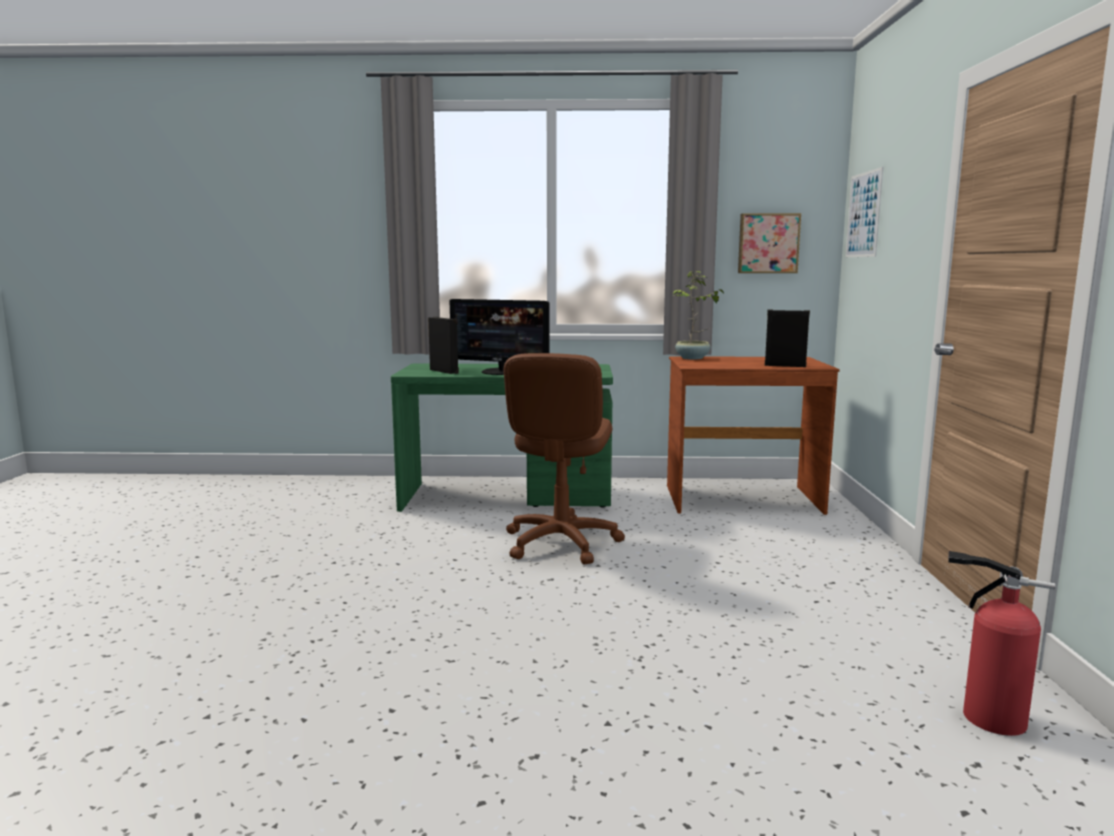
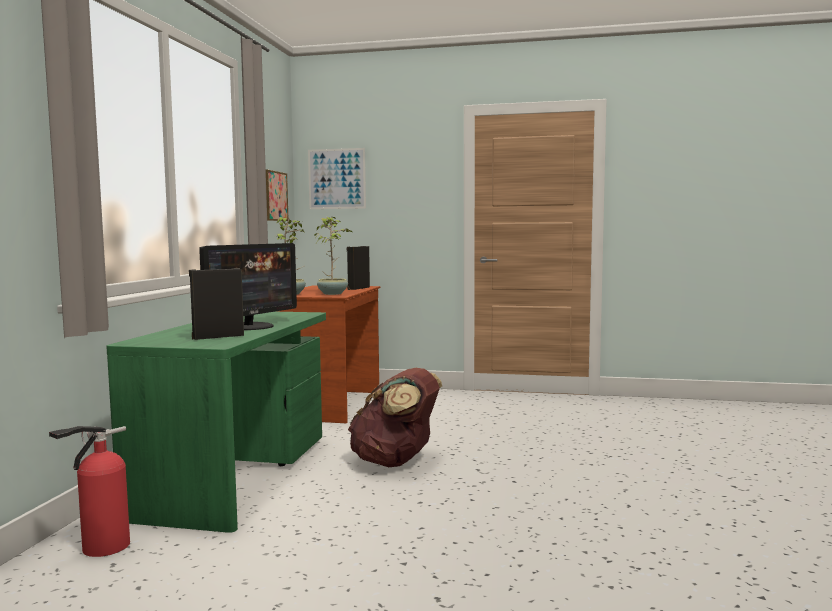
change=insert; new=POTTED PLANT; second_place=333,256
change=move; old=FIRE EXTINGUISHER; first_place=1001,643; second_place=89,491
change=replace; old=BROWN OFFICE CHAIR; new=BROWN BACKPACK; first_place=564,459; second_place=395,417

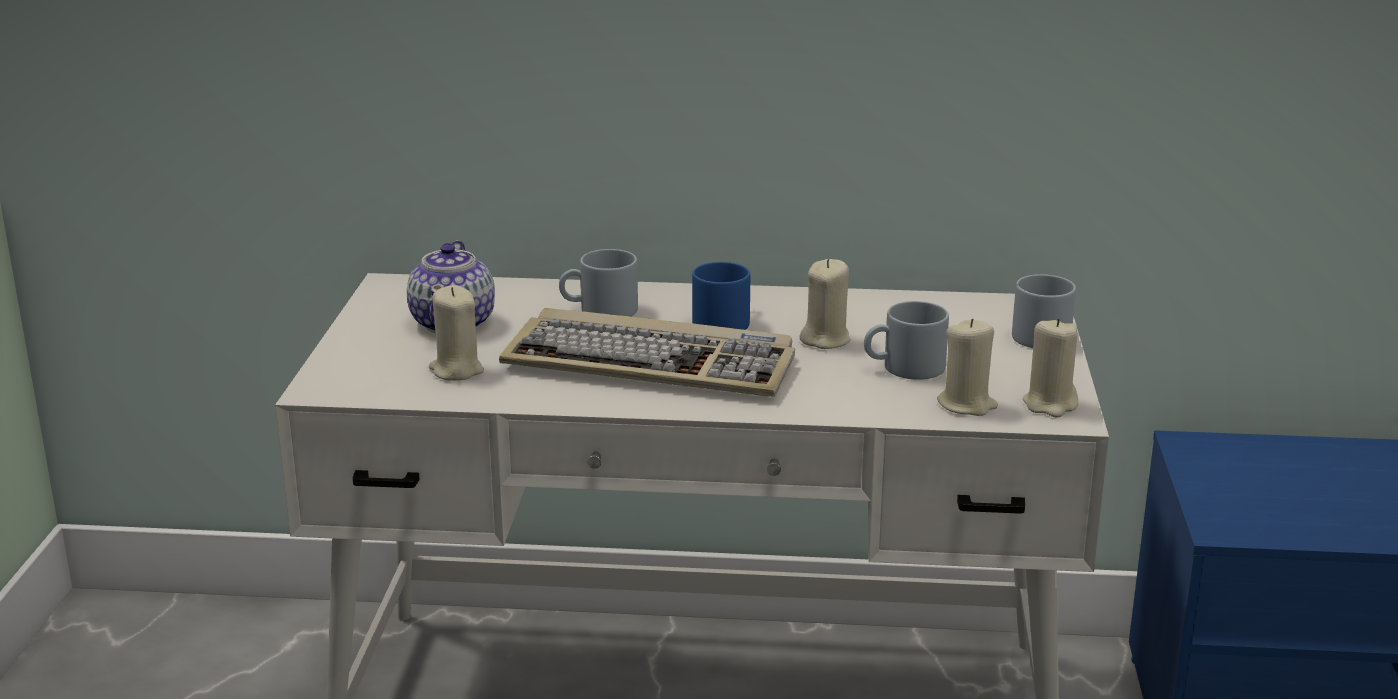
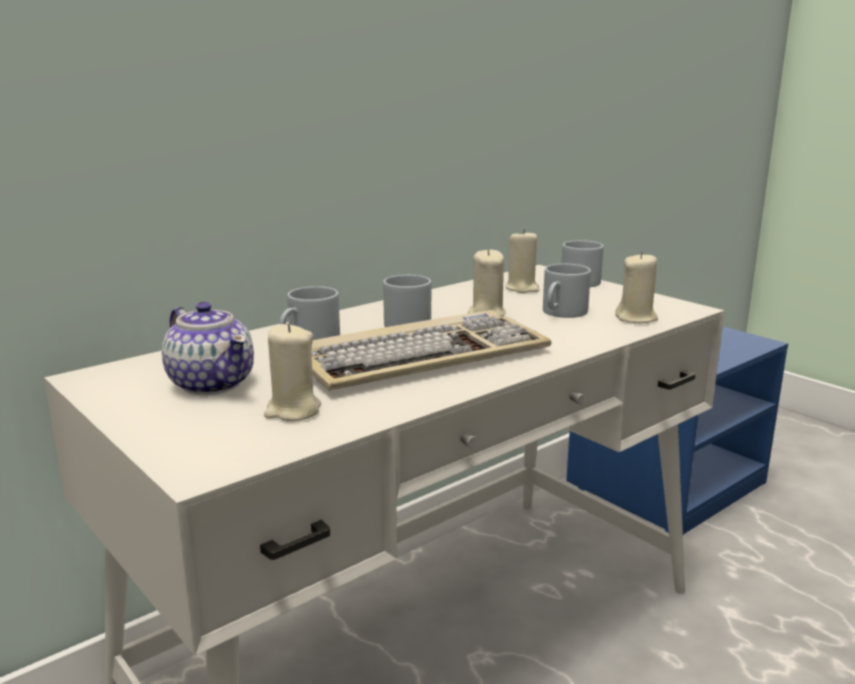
change=move; old=BEIGE CANDLE; first_place=1050,368; second_place=522,261
change=recolor; old=BLUE MUG; new=GREY MUG; first_place=721,296; second_place=407,301

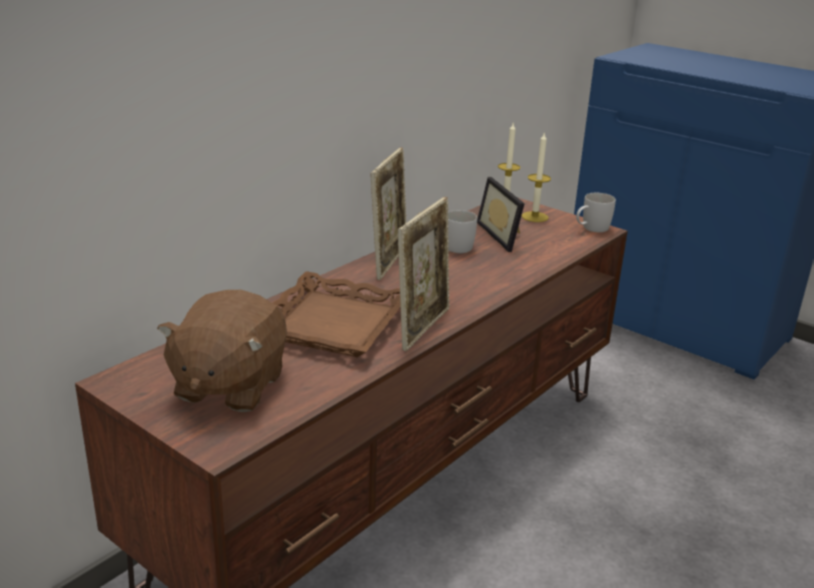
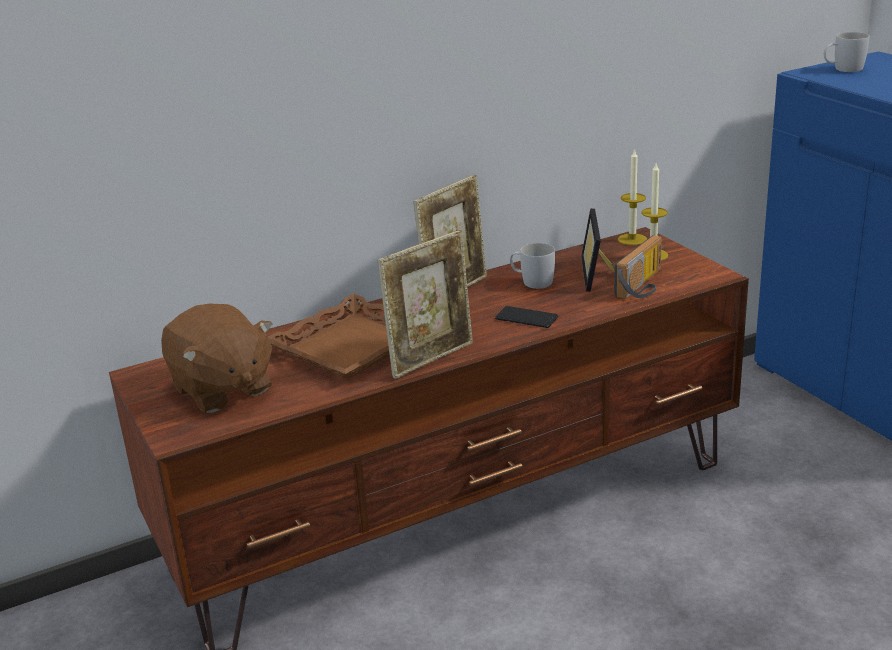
change=insert; new=PHONE; second_place=526,317
change=insert; new=RADIO; second_place=638,267
change=move; old=WHITE MUG; first_place=596,212; second_place=846,52
change=rotate; old=BROWN PLUSH TOY; first_place=222,351; second_place=216,358; degrees=-75

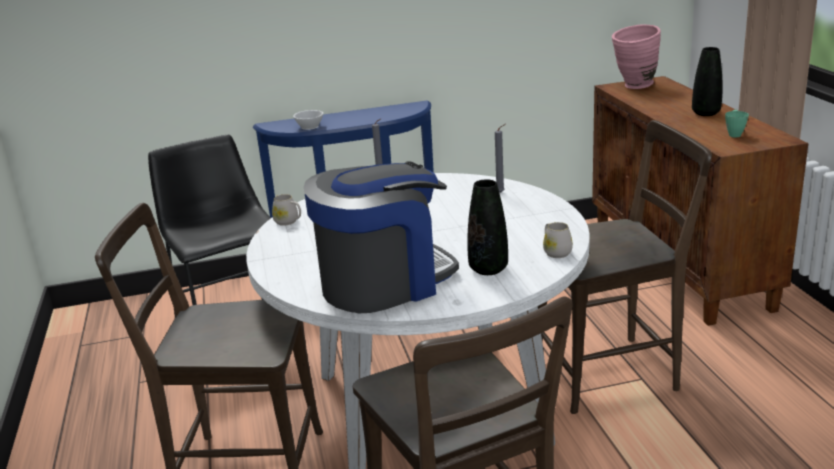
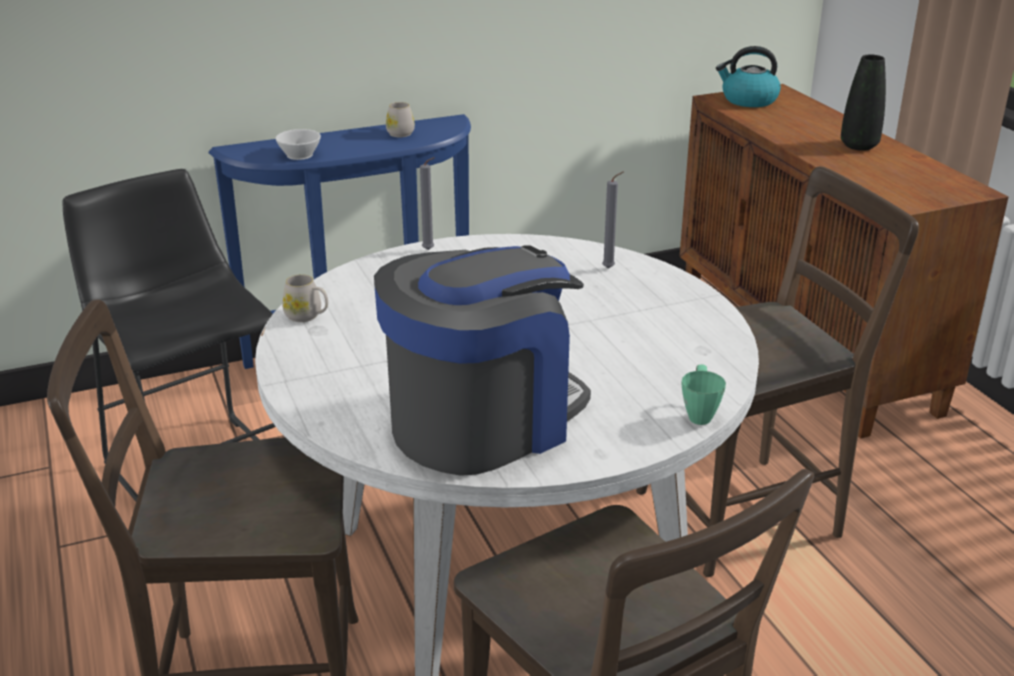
change=delete; old=BLACK VASE; first_place=487,227
change=move; old=WHITE MUG; first_place=558,240; second_place=400,119
change=move; old=GREEN MUG; first_place=737,123; second_place=703,394
change=replace; old=PINK VASE; new=KETTLE; first_place=636,56; second_place=748,76

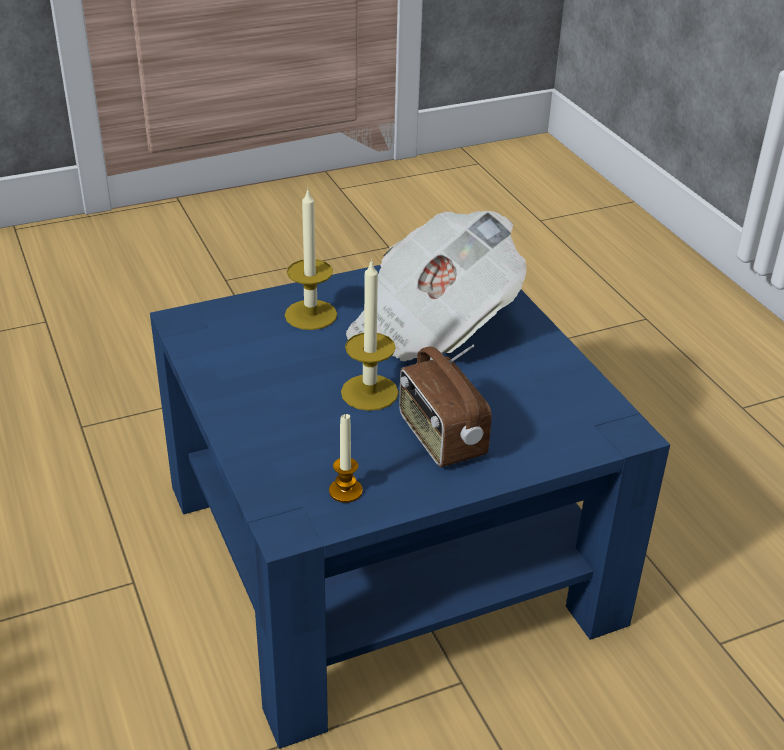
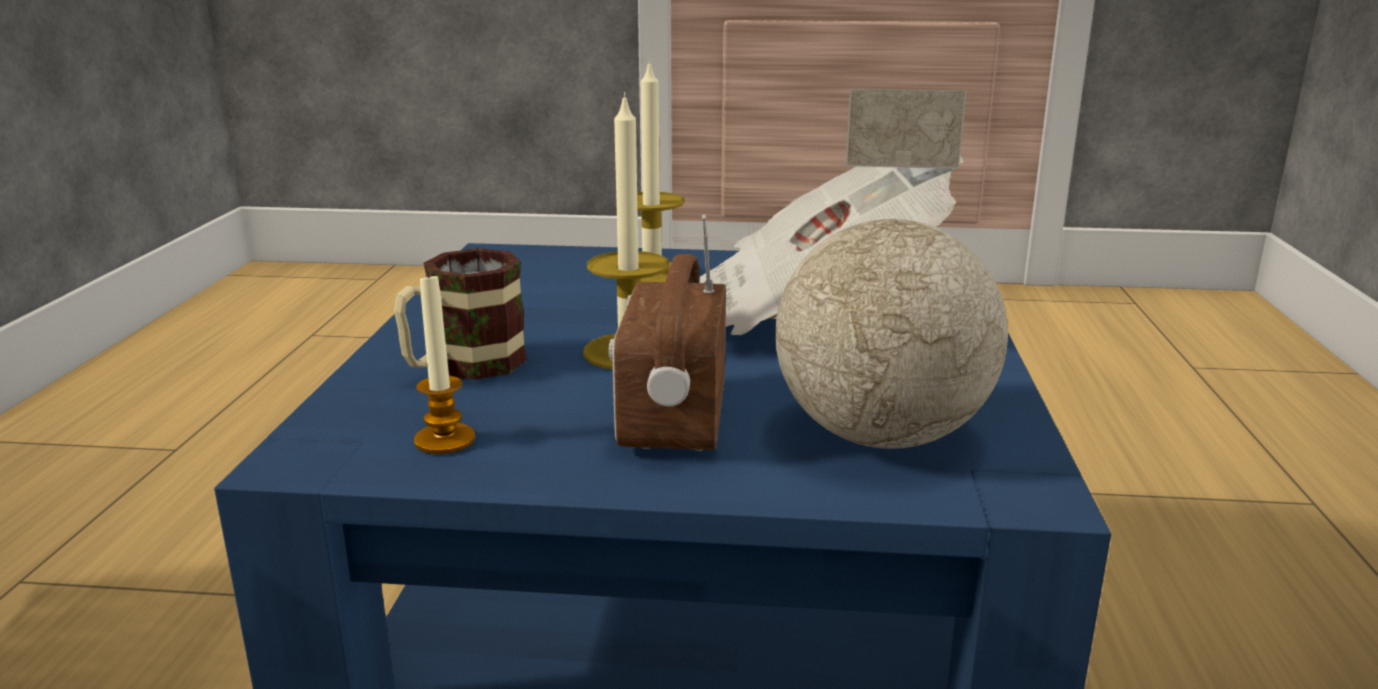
change=insert; new=MUG; second_place=460,314
change=insert; new=GLOBE; second_place=891,268

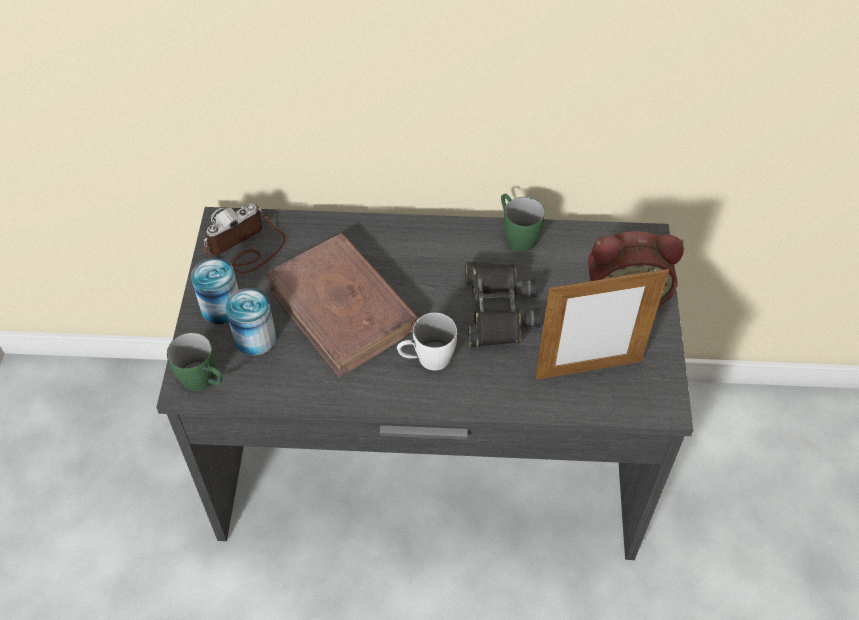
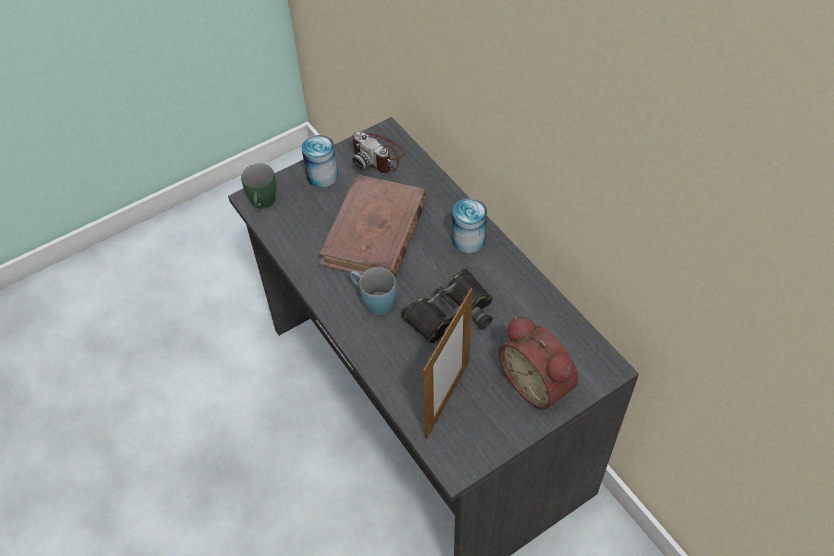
change=delete; old=GREEN MUG; first_place=523,223
change=move; old=CAN; first_place=250,322; second_place=469,225
change=recolor; old=WHITE MUG; new=BLUE MUG; first_place=427,341; second_place=373,291
change=rotate; old=PHOTO CAMERA; first_place=244,238; second_place=378,152; degrees=-150
change=rotate; old=PICTURE FRAME; first_place=602,324; second_place=447,363; degrees=-105

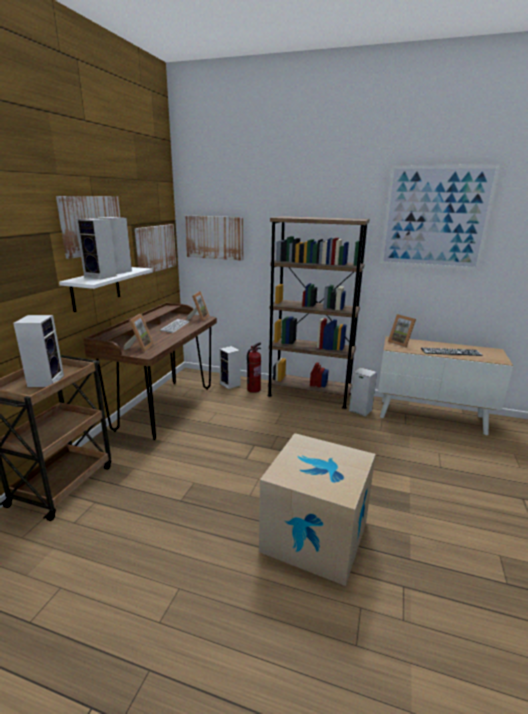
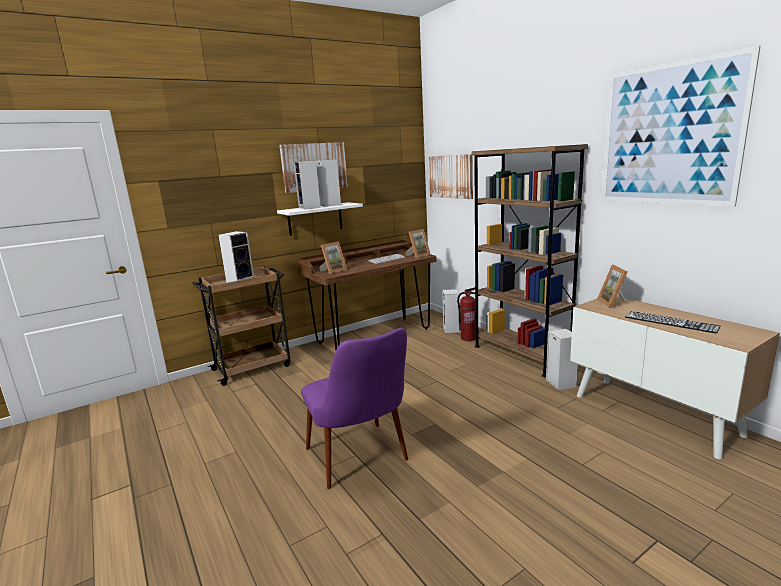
change=delete; old=PICTURE; first_place=155,250
change=replace; old=CARDBOARD BOX; new=PURPLE CHAIR; first_place=317,509; second_place=354,408

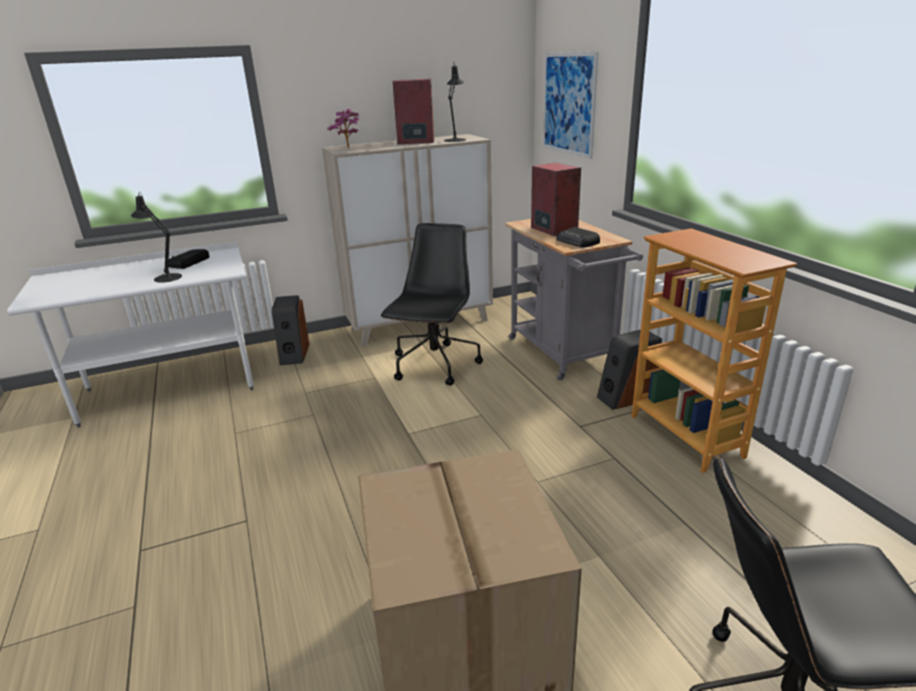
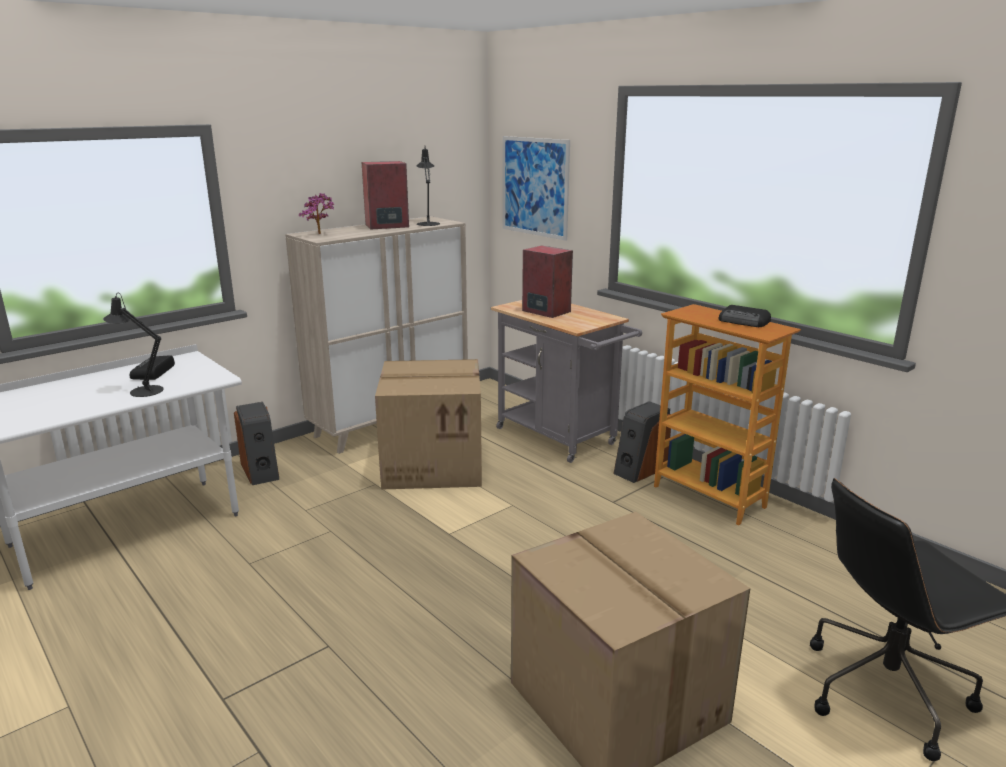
change=move; old=RADIO; first_place=578,237; second_place=744,316
change=replace; old=BLACK OFFICE CHAIR; new=CARDBOARD BOX; first_place=432,304; second_place=428,424

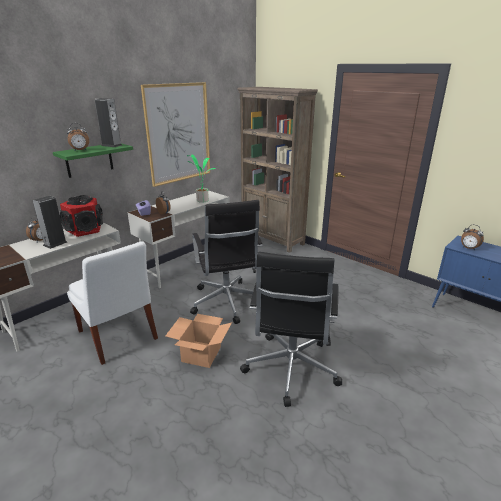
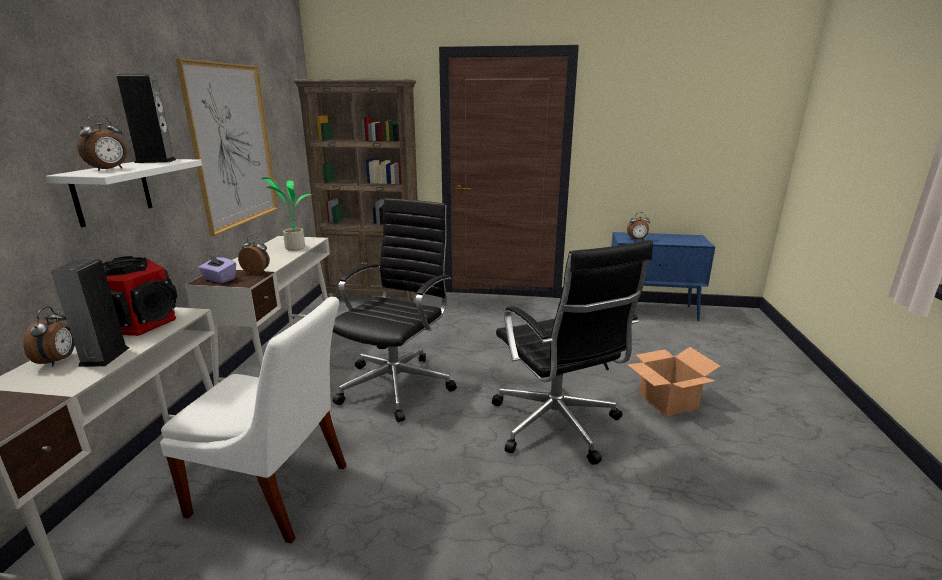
change=move; old=CARDBOARD BOX; first_place=198,341; second_place=673,381
change=recolor; old=GREEN SHELF; new=WHITE SHELF; first_place=93,161; second_place=124,193
change=rotate; old=BLACK OFFICE CHAIR; first_place=226,262; second_place=395,310; degrees=-105

